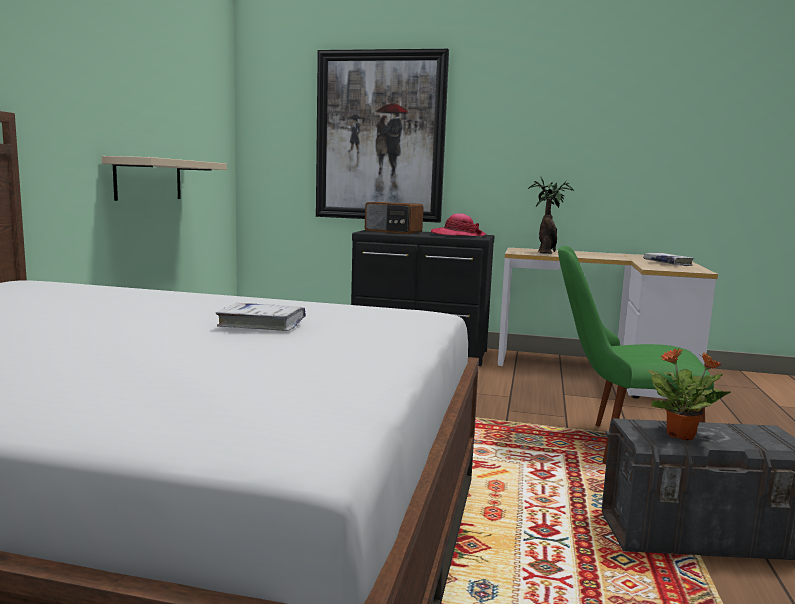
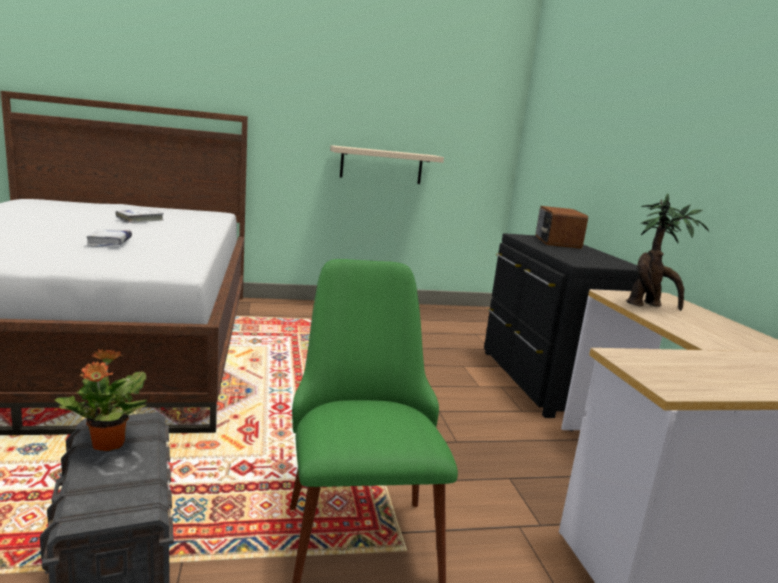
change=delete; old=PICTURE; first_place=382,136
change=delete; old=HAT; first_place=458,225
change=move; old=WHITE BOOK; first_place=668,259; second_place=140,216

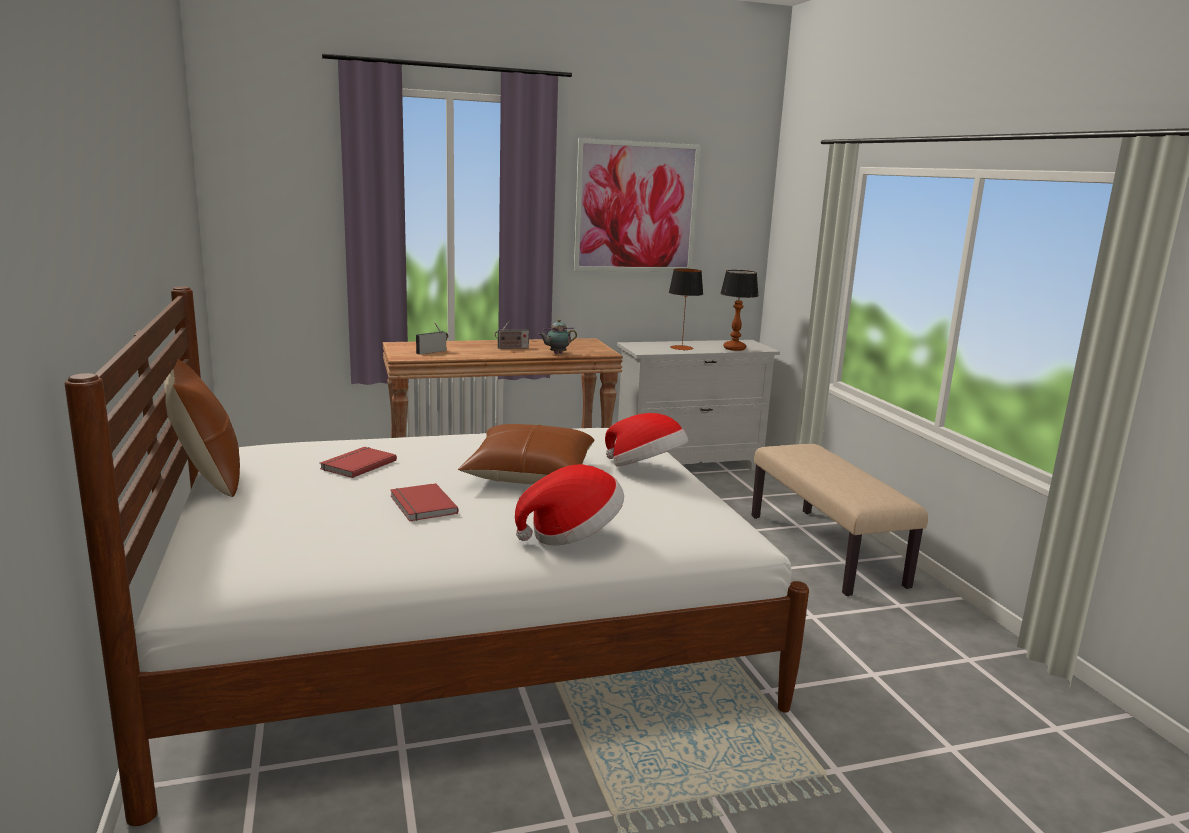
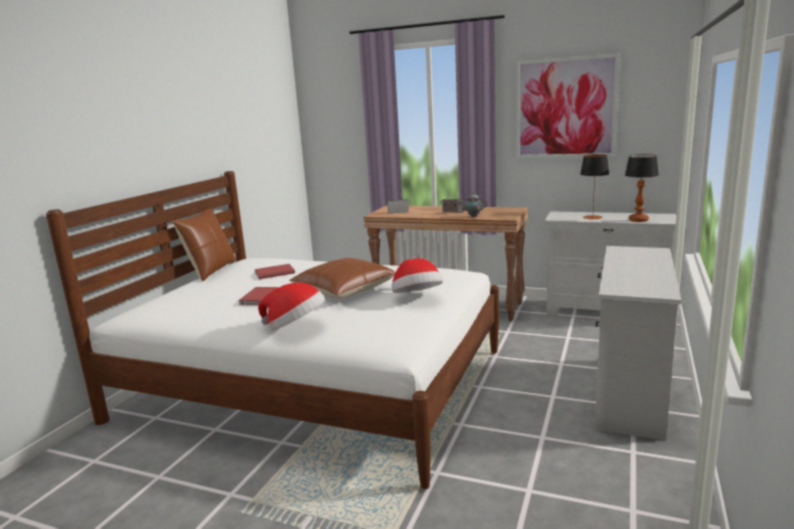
change=replace; old=BEIGE BENCH; new=WHITE DRESSER; first_place=839,520; second_place=638,343

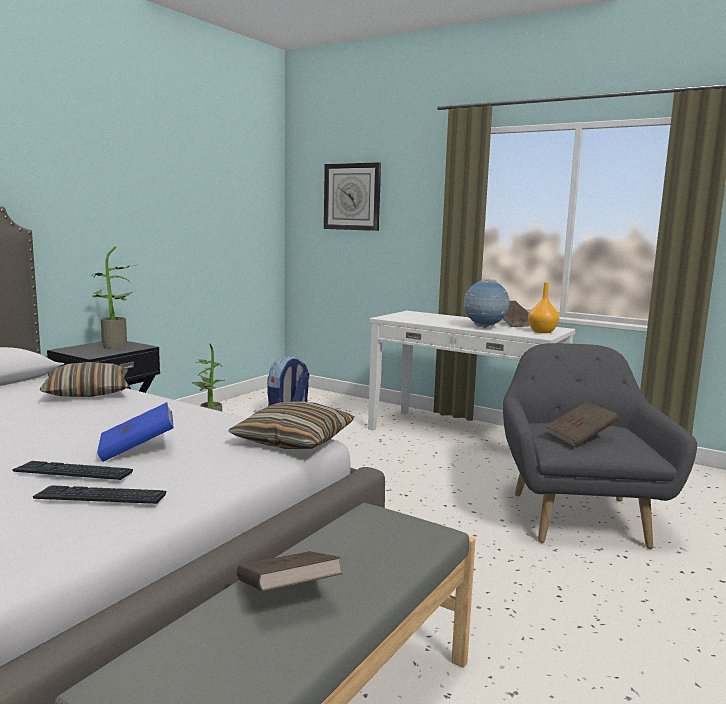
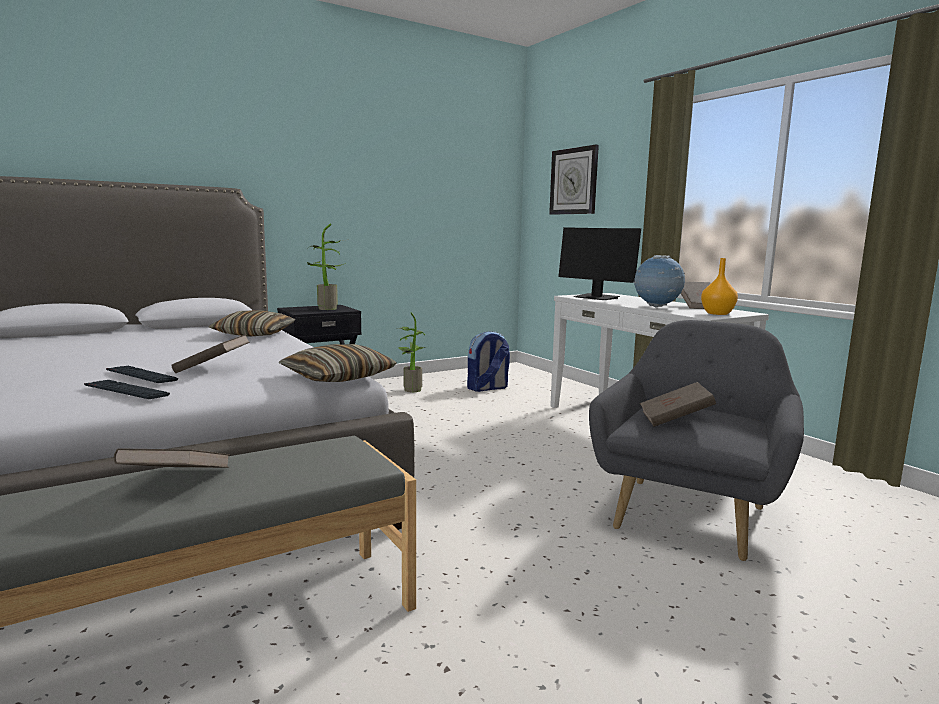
change=insert; new=MONITOR; second_place=599,263
change=recolor; old=BLUE BOOK; new=BROWN BOOK; first_place=135,432; second_place=210,353

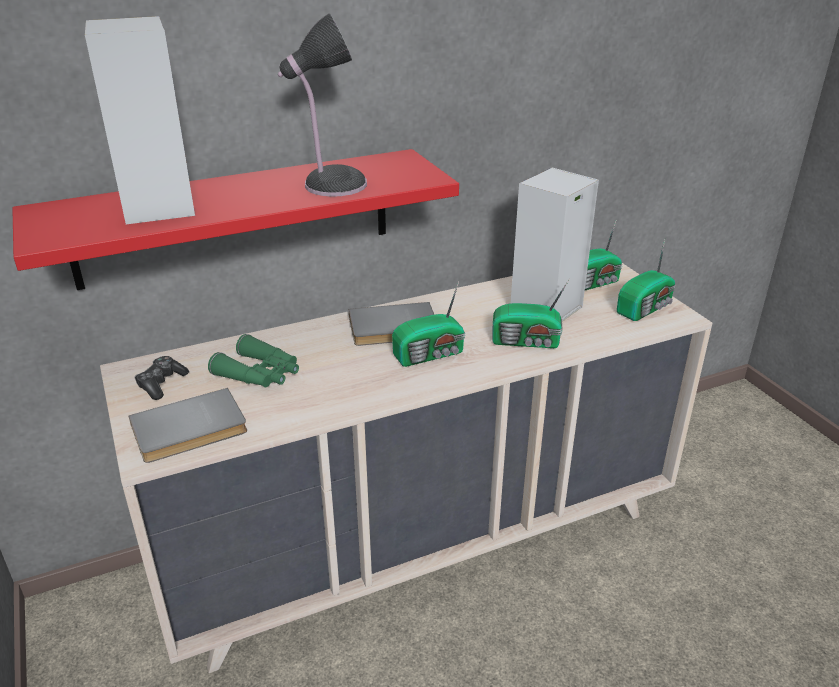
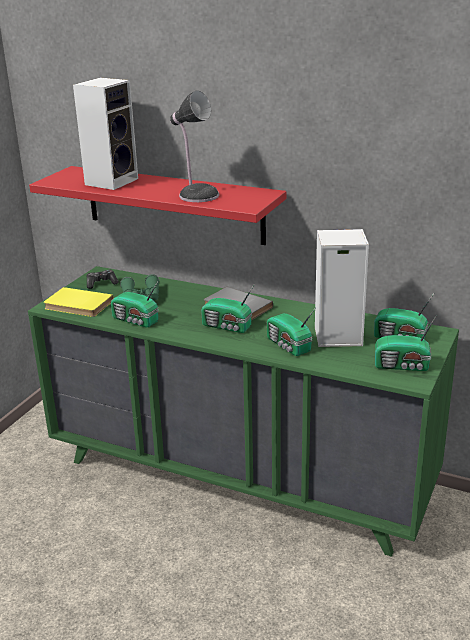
change=insert; new=RADIO; second_place=135,304
change=recolor; old=BEIGE DRESSER; new=GREEN DRESSER; first_place=406,468; second_place=243,411
change=recolor; old=GREY BOOK; new=YELLOW BOOK; first_place=188,425; second_place=79,302

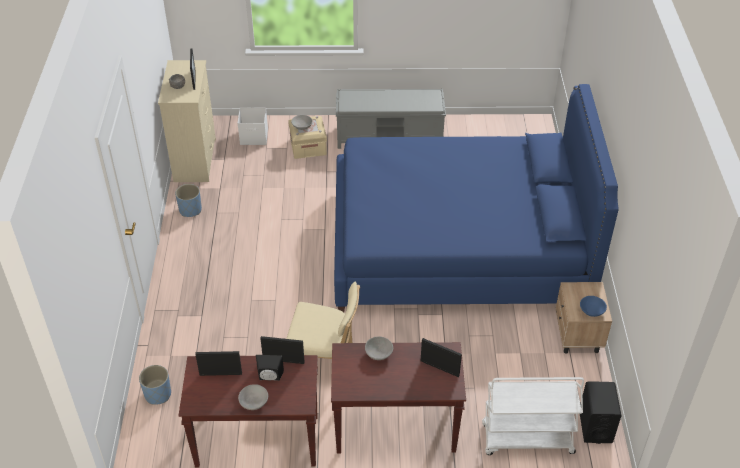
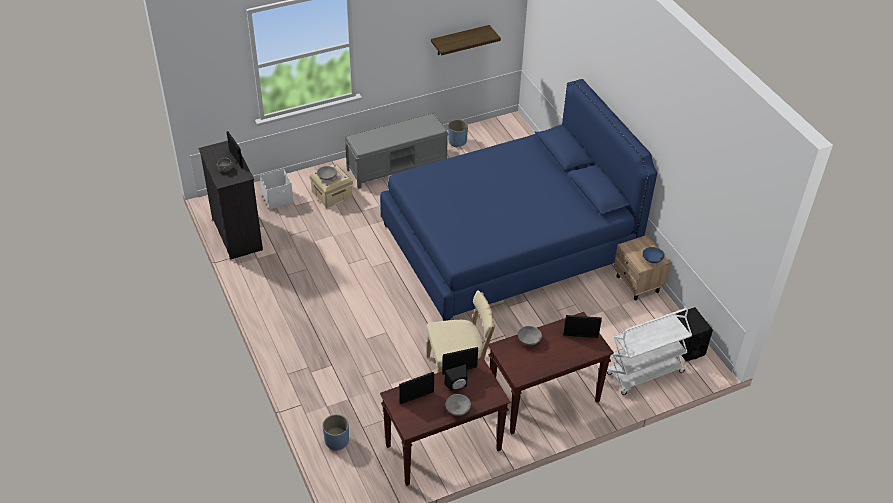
change=insert; new=SHELF; second_place=466,40
change=move; old=BLUE PLANTER; first_place=188,200; second_place=458,133
change=recolor; old=BEIGE DRESSER; new=BLACK DRESSER; first_place=187,121; second_place=230,200

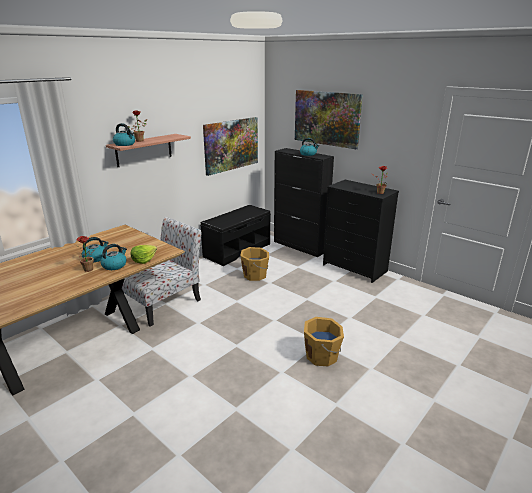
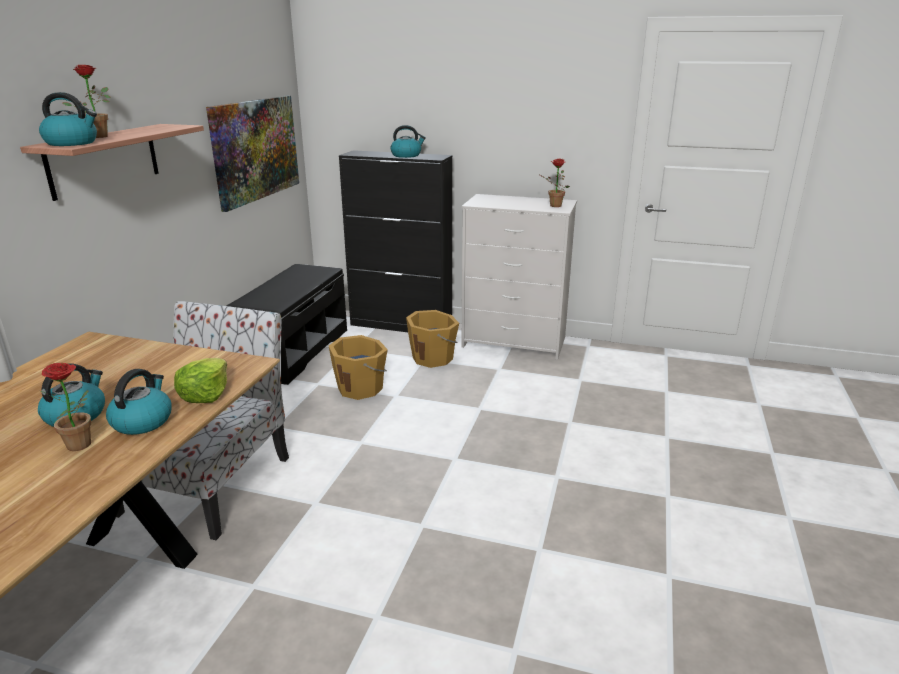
change=delete; old=PICTURE; first_place=329,119
change=move; old=ORANGE BUCKET; first_place=324,341; second_place=432,339
change=recolor; old=BLACK DRESSER; new=WHITE DRESSER; first_place=361,231; second_place=519,277

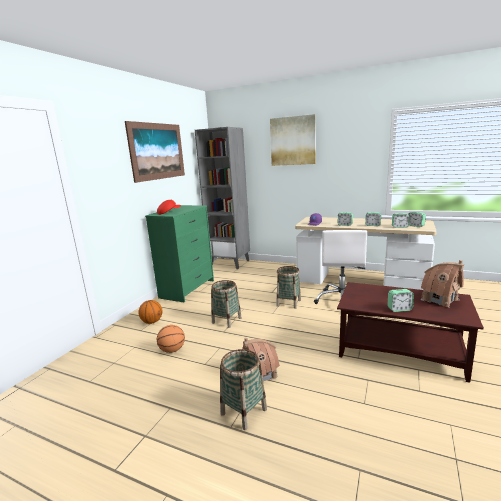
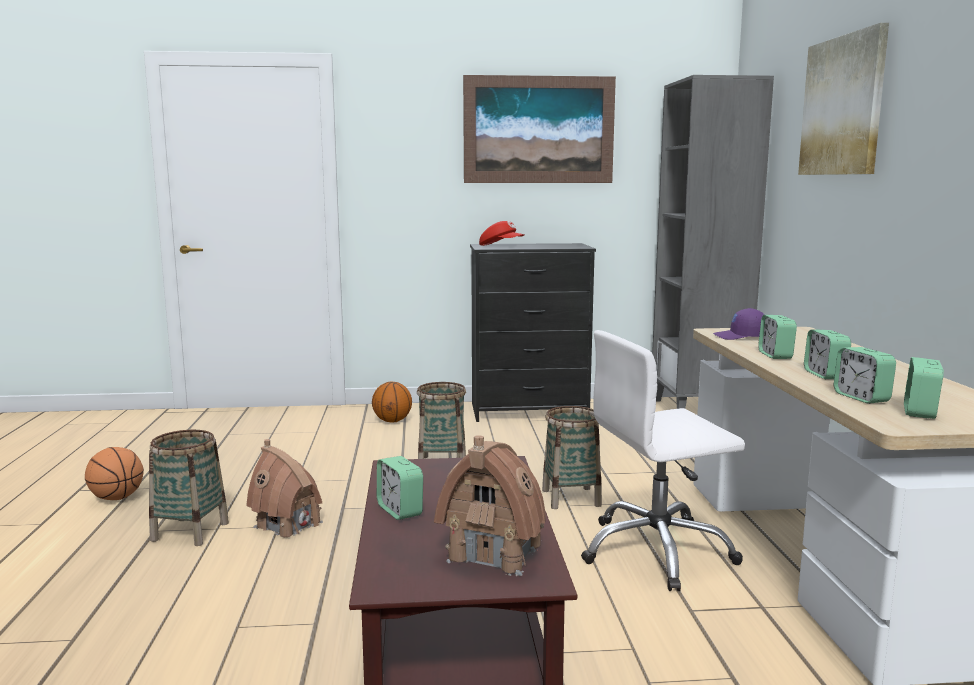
change=move; old=BASKETBALL; first_place=171,339; second_place=114,473
change=recolor; old=GREEN DRESSER; new=BLACK DRESSER; first_place=179,254; second_place=533,332

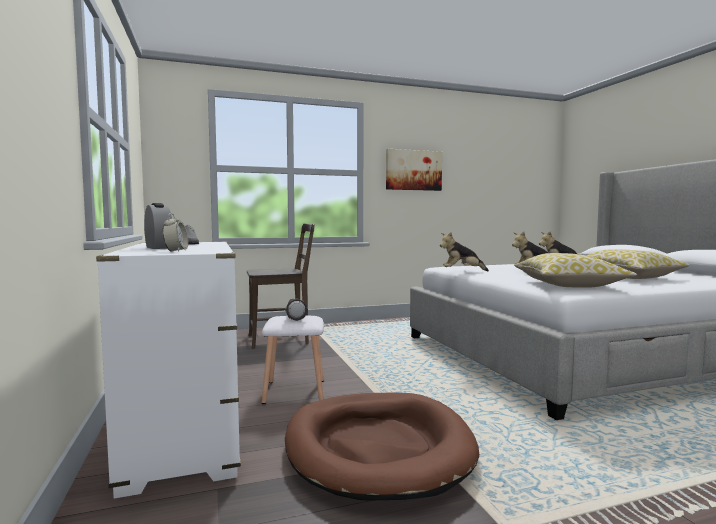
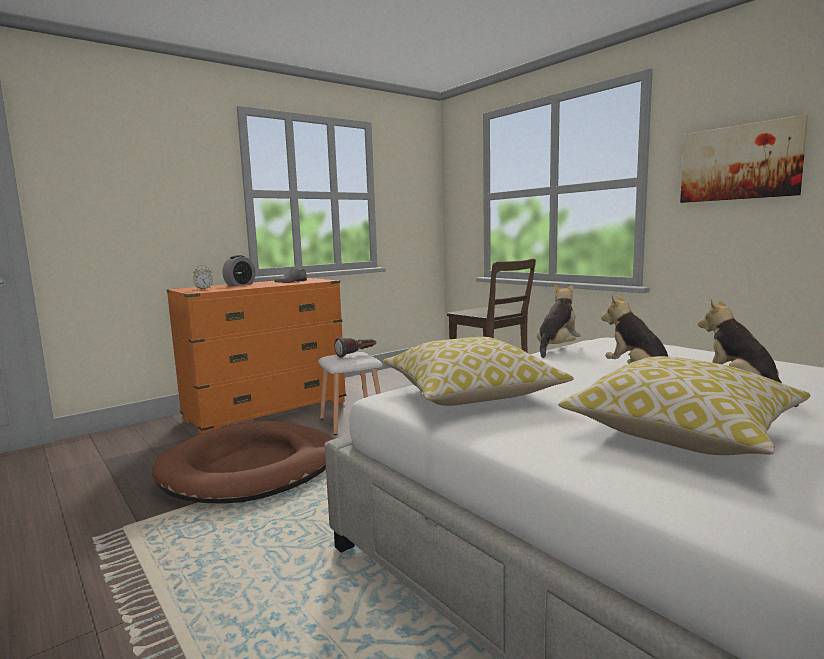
change=recolor; old=WHITE DRESSER; new=ORANGE DRESSER; first_place=168,370; second_place=256,356
change=rotate; old=PLUSH TOY; first_place=464,251; second_place=559,321; degrees=60

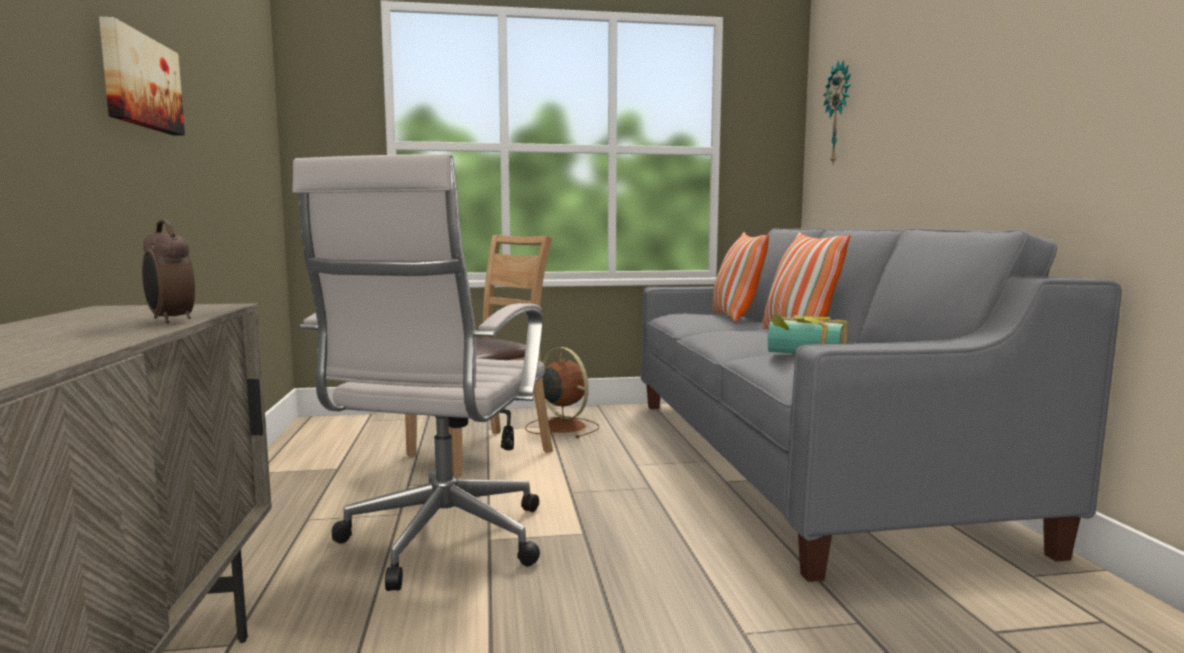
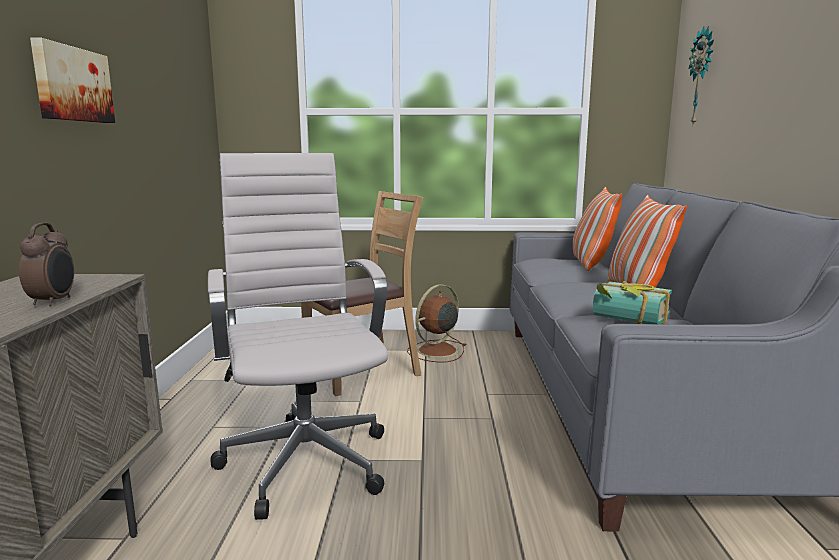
change=rotate; old=ALARM CLOCK; first_place=168,271; second_place=46,264; degrees=-150
change=rotate; old=WHITE OFFICE CHAIR; first_place=418,372; second_place=298,336; degrees=135
change=rotate; old=BROWN FAN; first_place=562,392; second_place=436,323; degrees=-105

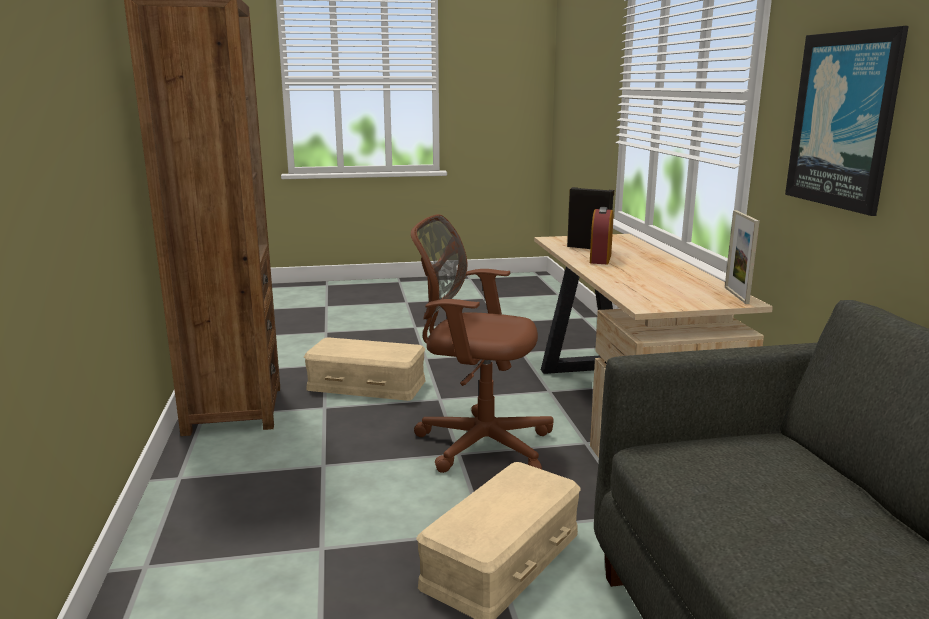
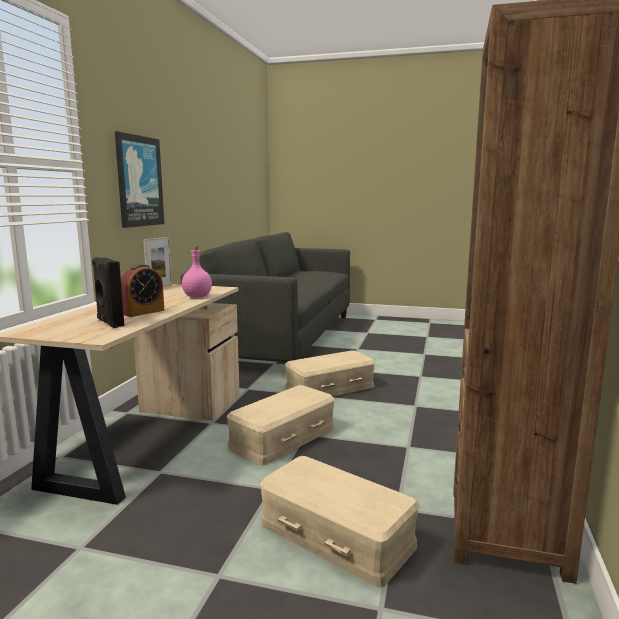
change=insert; new=PINK BOTTLE; second_place=197,272
change=replace; old=BROWN OFFICE CHAIR; new=BEIGE STORAGE BOX; first_place=482,343; second_place=280,425

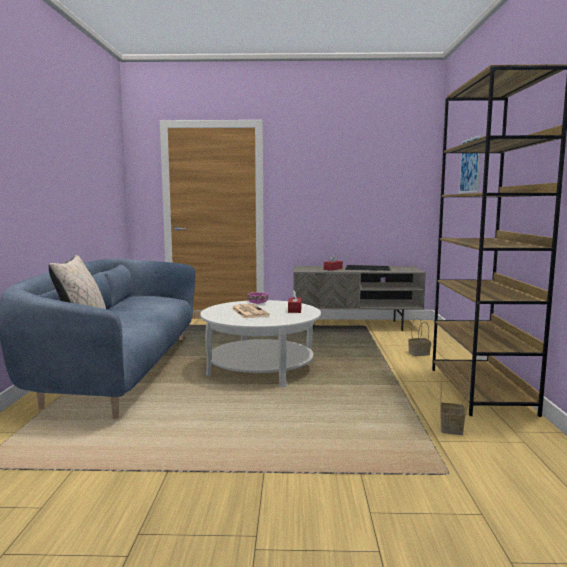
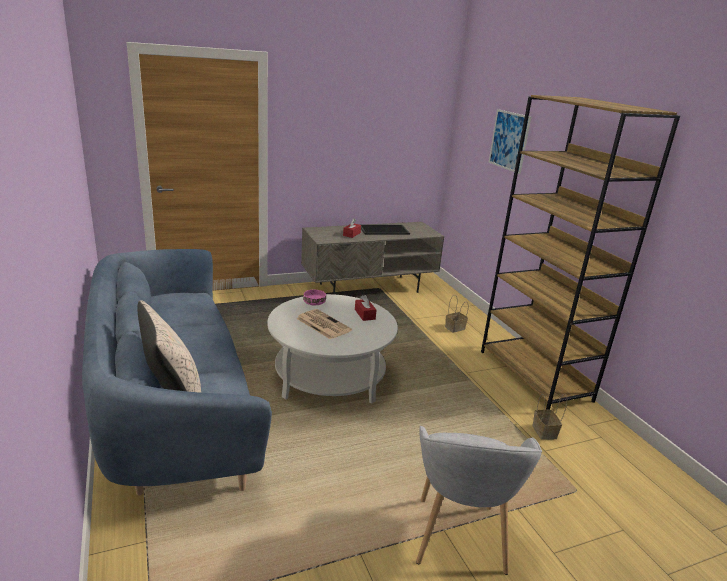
change=insert; new=GREY ARMCHAIR; second_place=479,500

